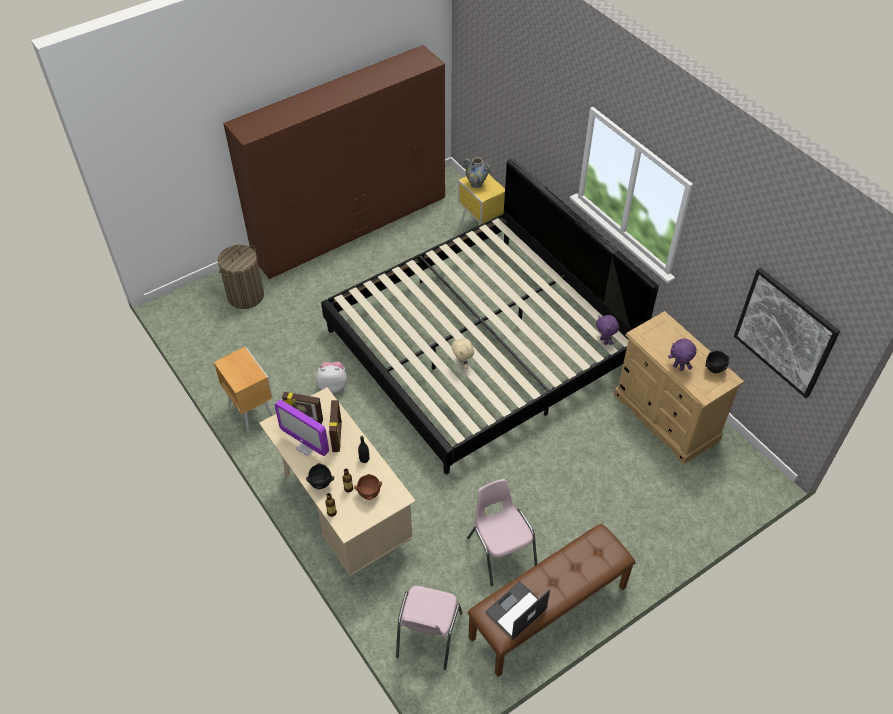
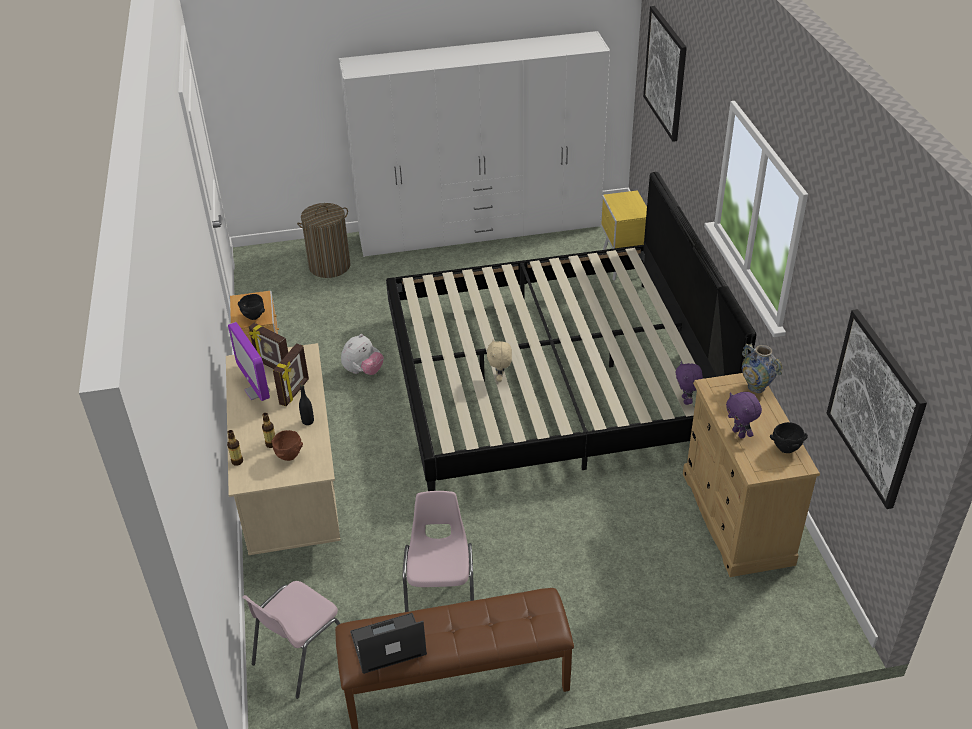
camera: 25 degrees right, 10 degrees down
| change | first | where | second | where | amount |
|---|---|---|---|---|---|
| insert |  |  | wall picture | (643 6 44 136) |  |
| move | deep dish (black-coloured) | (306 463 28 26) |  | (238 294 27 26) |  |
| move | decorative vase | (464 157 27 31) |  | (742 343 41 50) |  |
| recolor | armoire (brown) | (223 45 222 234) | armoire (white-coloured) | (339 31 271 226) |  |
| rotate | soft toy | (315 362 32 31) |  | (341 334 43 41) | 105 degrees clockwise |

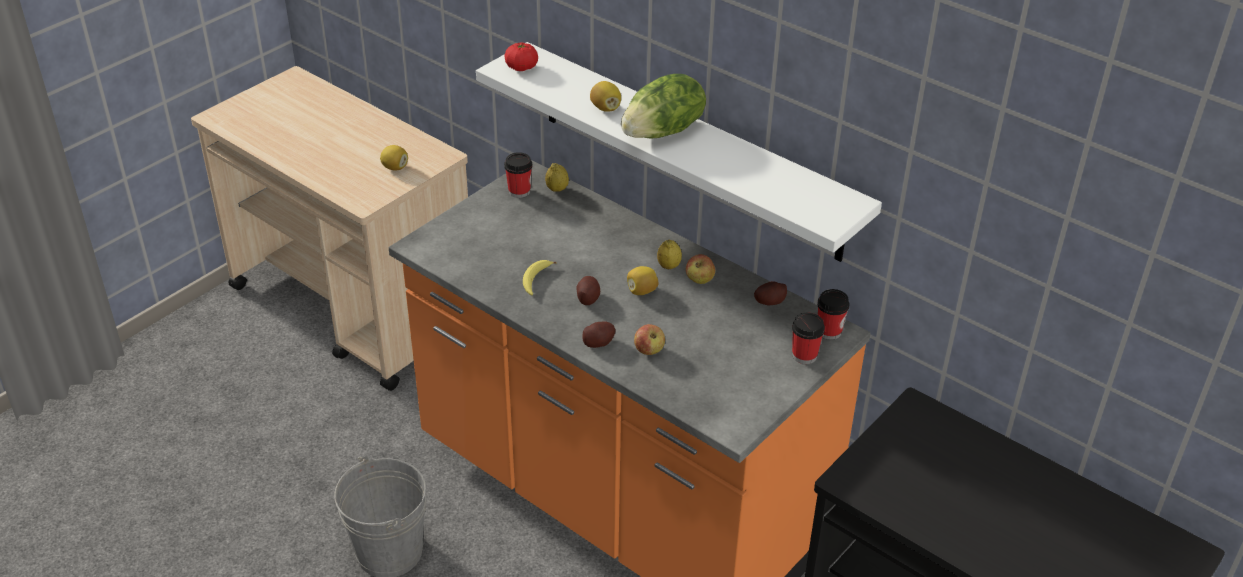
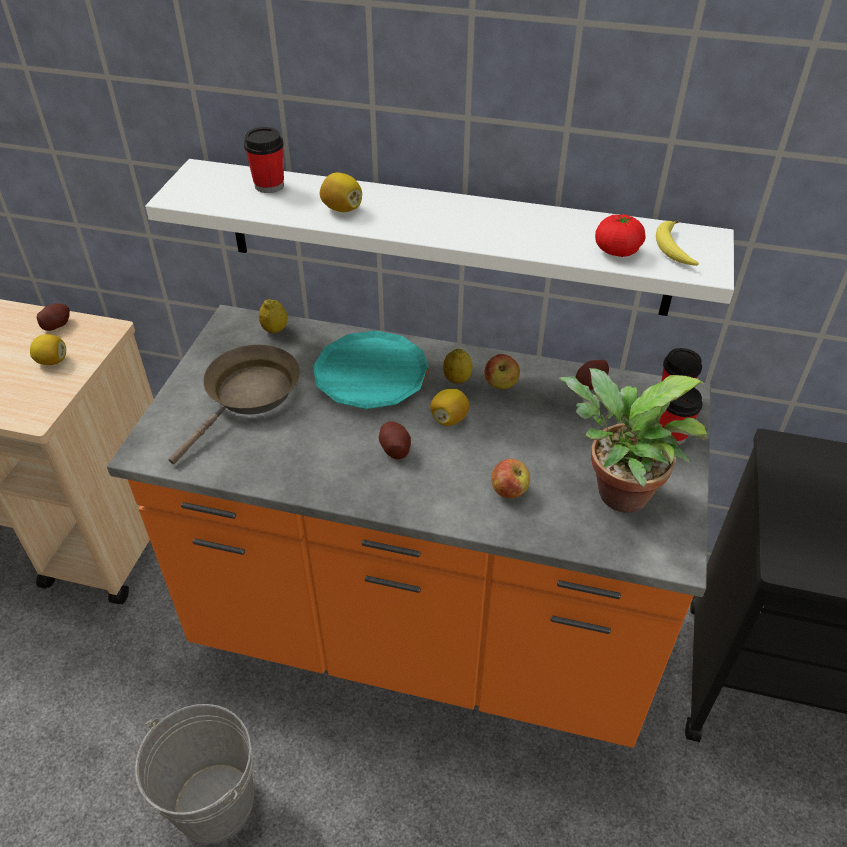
camera: 25 degrees left, 5 degrees up
| change | first | where | second | where | amount |
|---|---|---|---|---|---|
| delete | head of lettuce | (621 74 85 64) |  |  |  |
| insert |  |  | skillet (brown) | (168 345 132 120) |  |
| insert |  |  | flat dish (turquoise) | (313 330 116 79) |  |
| insert |  |  | potted plant | (559 368 149 145) |  |
| move | fresh tomato | (504 42 34 29) |  | (595 214 50 43) |  |
| move | small cup | (504 152 29 46) |  | (244 127 40 66) |  |
| move | whole banana | (523 260 33 35) |  | (656 220 43 46) |  |
| move | spud | (582 322 34 26) |  | (37 303 33 28) |  |

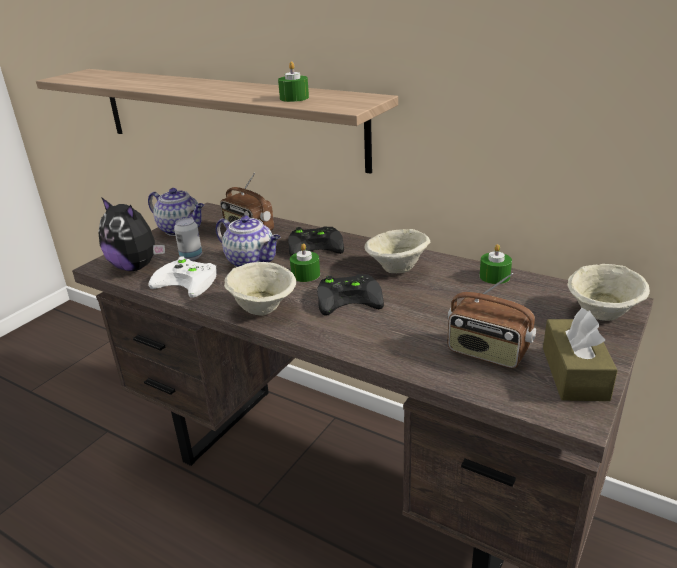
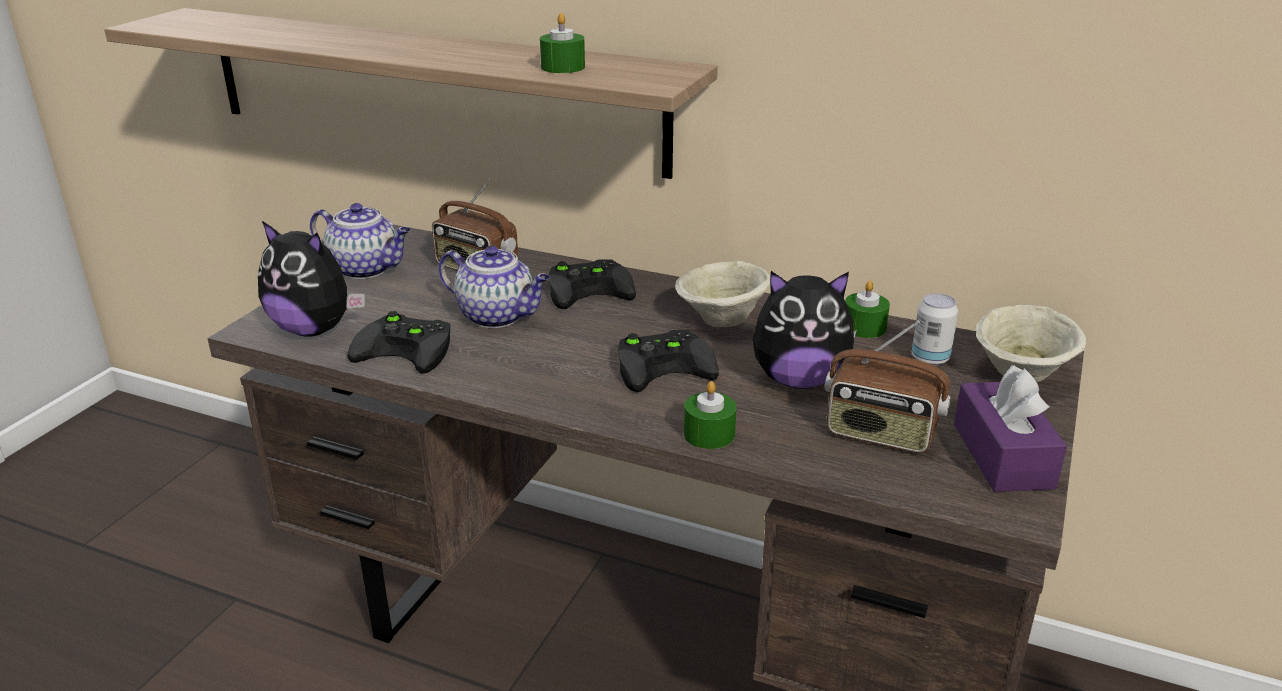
camera: 10 degrees left, 0 degrees up
| change | first | where | second | where | amount |
|---|---|---|---|---|---|
| delete | deep dish (sand-coloured) | (224 262 72 54) |  |  |  |
| insert |  |  | soft toy | (753 271 104 118) |  |
| move | sealed can | (174 218 28 43) |  | (912 293 46 73) |  |
| move | wax candle (greenish) | (290 243 30 39) |  | (684 381 53 68) |  |
| recolor | game controller (white-coloured) | (149 257 67 41) | game controller (black-coloured) | (348 311 102 63) |  |
| recolor | tissue holder (brown) | (543 308 75 93) | tissue holder (purple) | (954 365 113 127) |  |

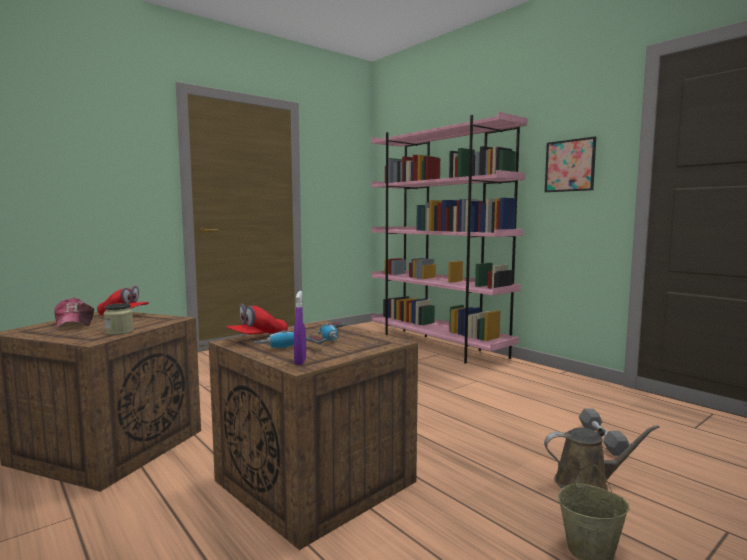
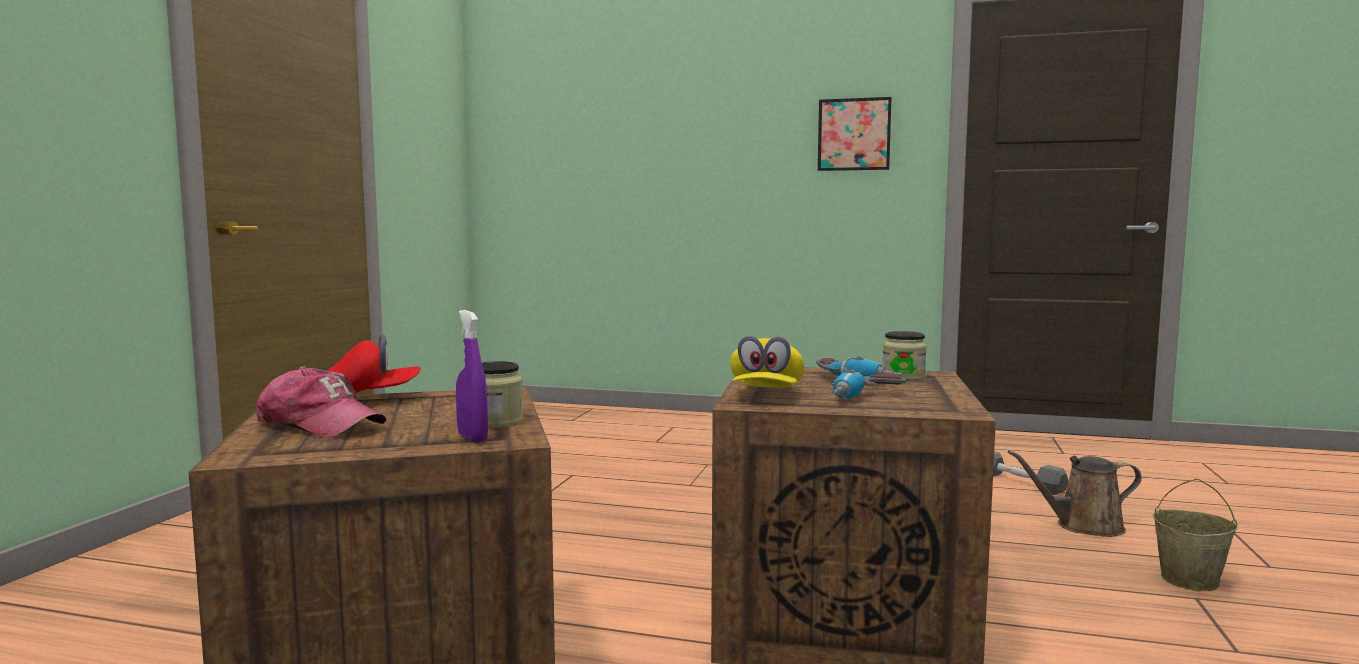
camera: 35 degrees left, 0 degrees up
| change | first | where | second | where | amount |
|---|---|---|---|---|---|
| delete | shelving unit (pink-coloured) | (371 112 157 252) |  |  |  |
| insert |  |  | storage jar | (883 331 44 50) |  |
| move | hand sprayer (purple) | (294 291 12 74) |  | (456 310 32 133) |  |
| recolor | baseball cap (reddish) | (226 304 62 30) | baseball cap (yellowish) | (730 336 74 52) |  |
| rotate | watering can (brown) | (544 425 115 66) |  | (1008 450 134 87) | 150 degrees counterclockwise |

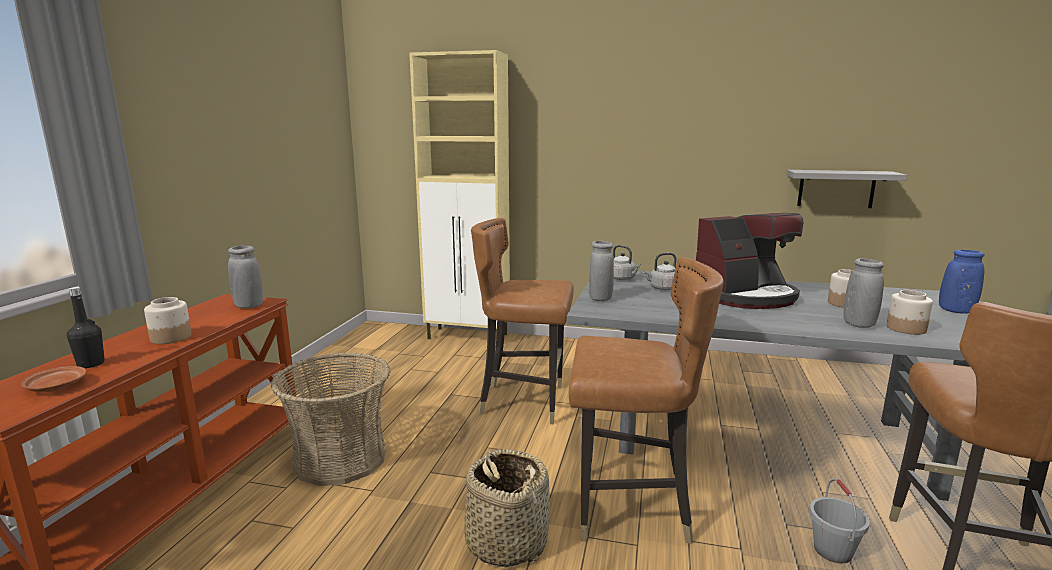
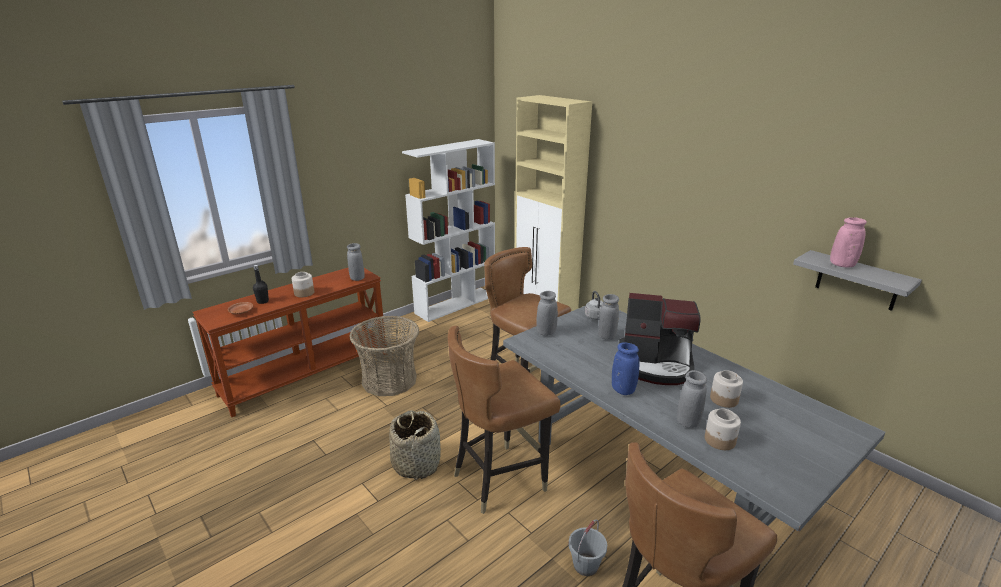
camera: 35 degrees right, 10 degrees up
| change | first | where | second | where | amount |
|---|---|---|---|---|---|
| insert |  |  | shelving unit (white-coloured) | (402 139 93 183) |  |
| insert |  |  | decorative vase (pink-coloured) | (830 217 37 50) |  |
| move | decorative vase (blue) | (939 250 46 64) |  | (612 342 28 53) |  |
| replace | tea kettle (greyish) | (643 253 33 37) | decorative vase (greyish) | (598 294 21 46) |  |
| rotate | plain chair (brown) | (569 257 154 287) |  | (448 326 113 188) | 105 degrees clockwise |

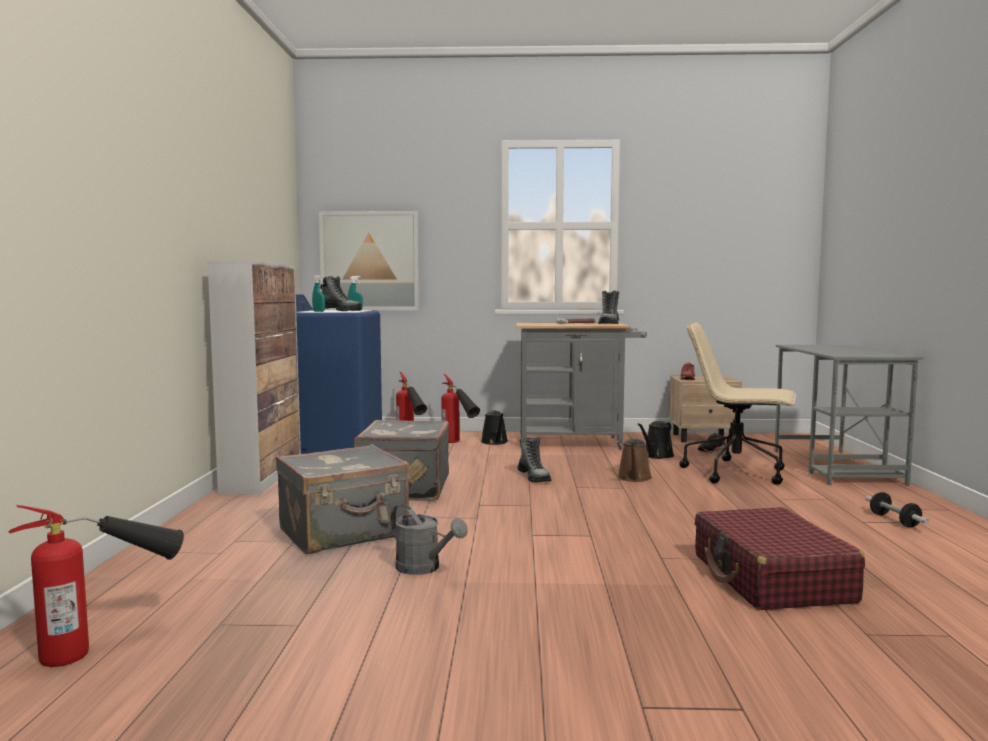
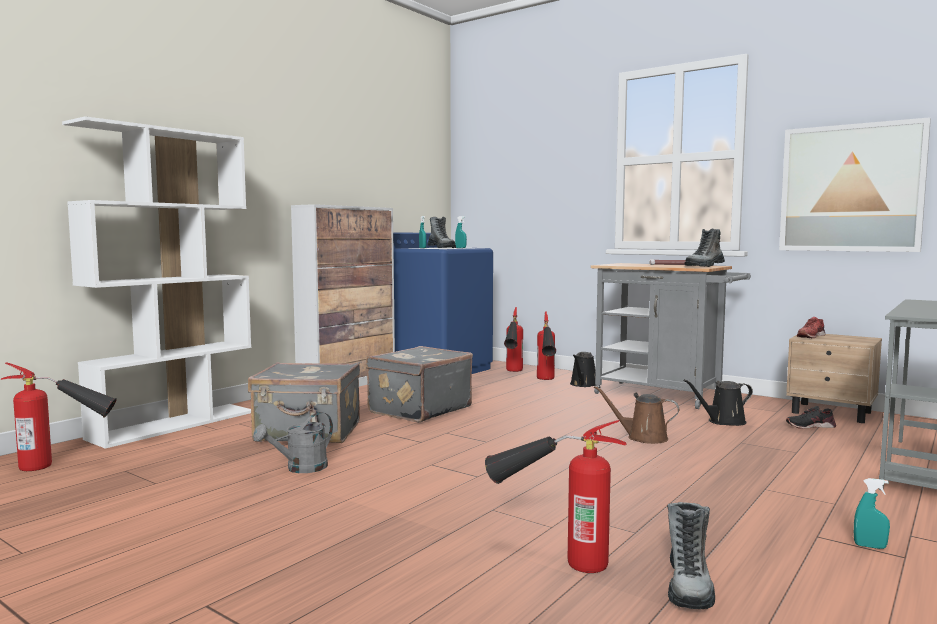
camera: 35 degrees right, 0 degrees up
| change | first | where | second | where | amount |
|---|---|---|---|---|---|
| delete | desk chair (sand-coloured) | (679 323 117 162) |  |  |  |
| insert |  |  | shelving unit (white-coloured) | (62 116 189 333) |  |
| move | wall picture | (319 211 100 99) |  | (779 117 152 135) |  |
| move | high-top boot | (518 437 33 46) |  | (667 502 48 107) |  |
| replace | suitcase (reddish) | (695 507 170 103) | fire-fighting cylinder | (485 420 141 153) |  |
| replace | dumbbell | (865 492 64 35) | hand sprayer (turquoise) | (854 478 36 71) |  |
| rotate | watering can (greyish) | (391 504 77 71) |  | (253 412 80 61) | 60 degrees clockwise |
| rotate | watering can (brown) | (617 438 35 44) |  | (594 386 86 58) | 60 degrees clockwise |

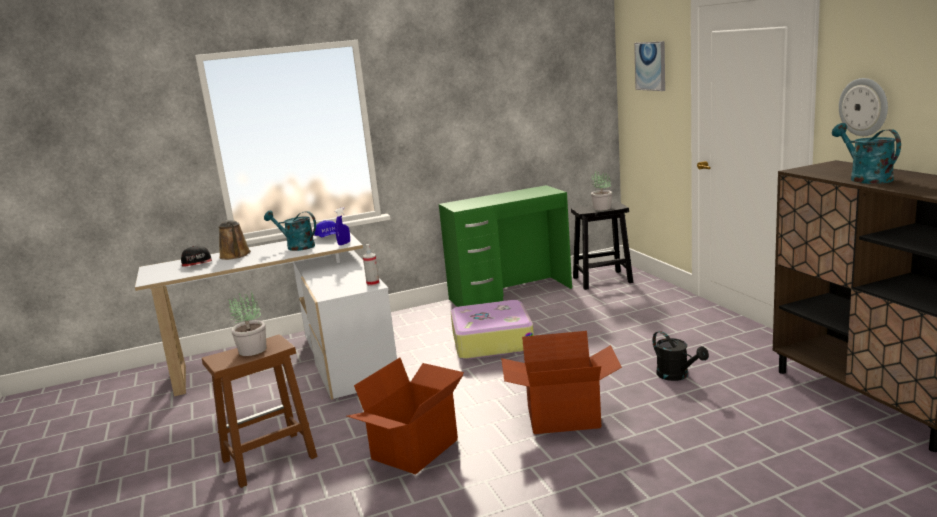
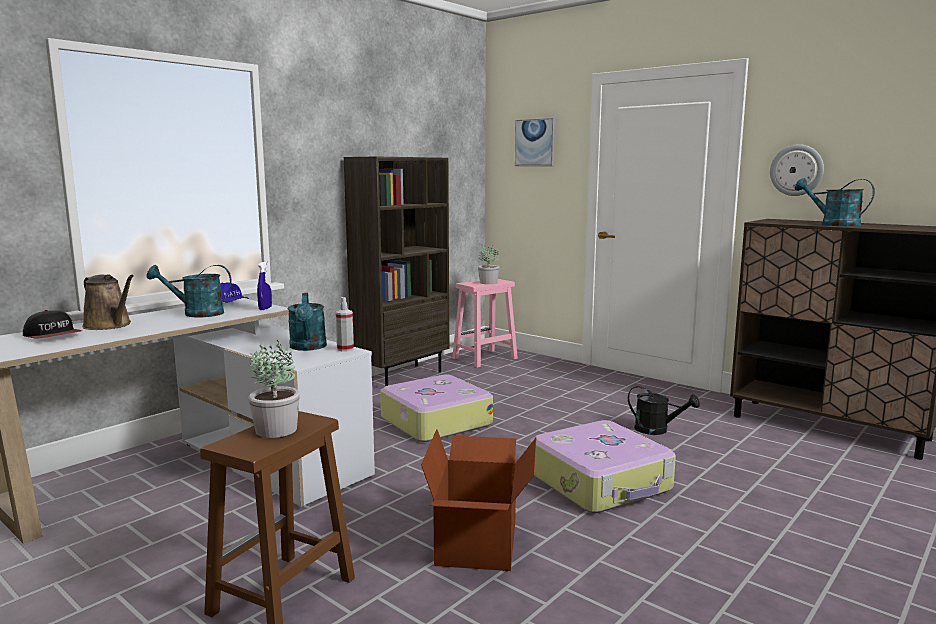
camera: 30 degrees left, 5 degrees down
| change | first | where | second | where | amount |
|---|---|---|---|---|---|
| insert |  |  | watering can (turquoise) | (288 293 39 58) |  |
| replace | desk (greenish) | (439 185 133 122) | shelving unit (brown) | (344 157 105 229) |  |
| replace | cardboard box | (501 331 121 103) | suitcase | (530 420 146 93) |  |
| recolor | stool seat (black-coloured) | (571 202 62 88) | stool seat (pink-coloured) | (452 279 66 89) |  |

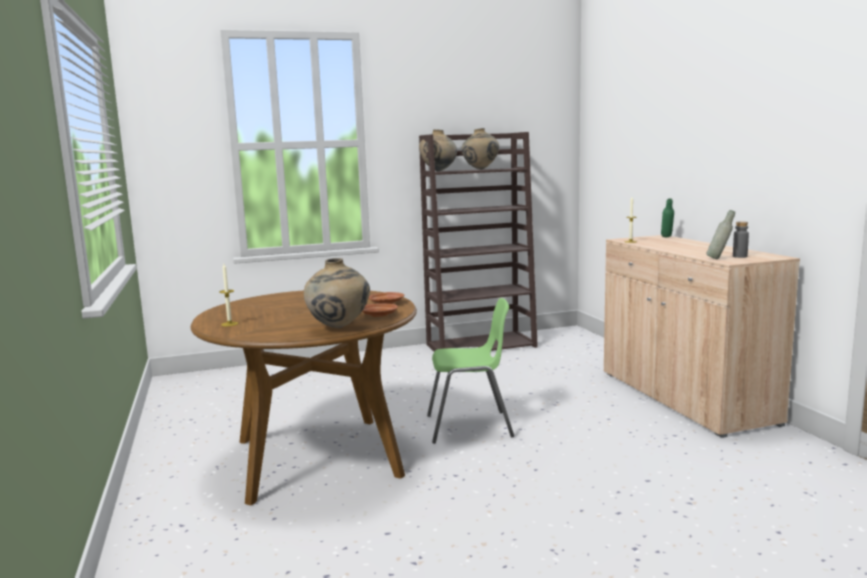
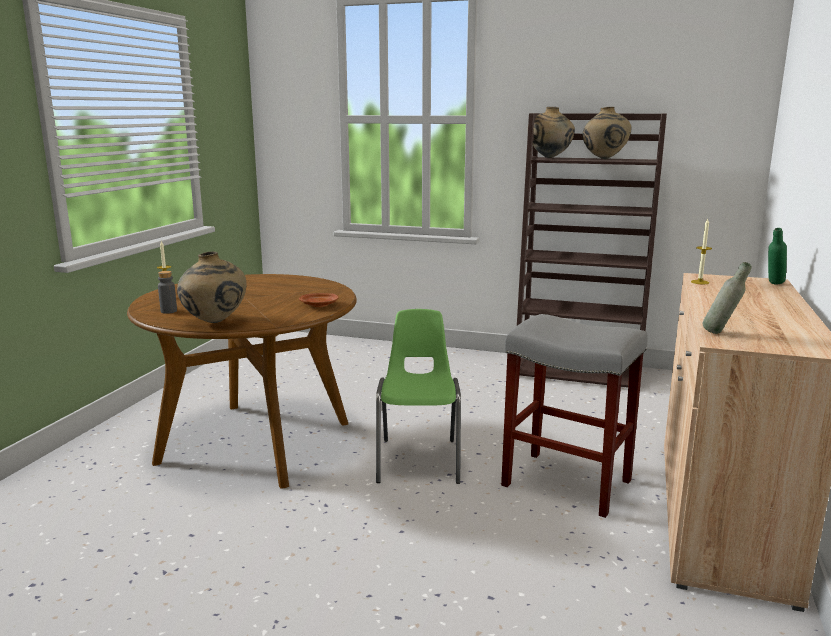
camera: 35 degrees right, 5 degrees up
| change | first | where | second | where | amount |
|---|---|---|---|---|---|
| delete | flat dish (brown) | (362 303 36 14) |  |  |  |
| insert |  |  | stool seat (greyish) | (501 314 147 204) |  |
| move | bottle (greyish) | (733 221 16 37) |  | (158 271 19 43) |  |
| rotate | plain chair (greenish) | (427 298 87 146) |  | (376 309 85 175) | 120 degrees counterclockwise |

